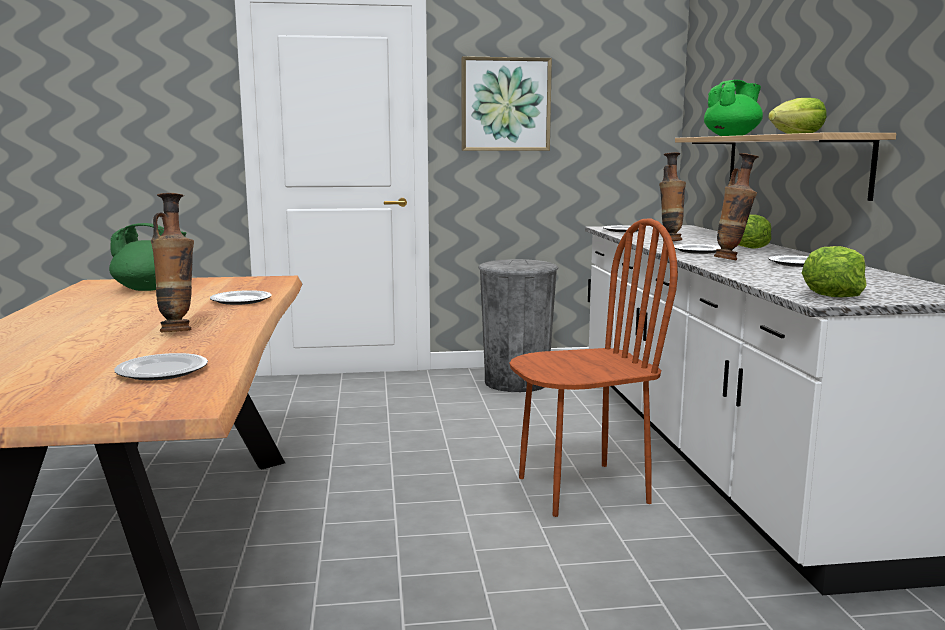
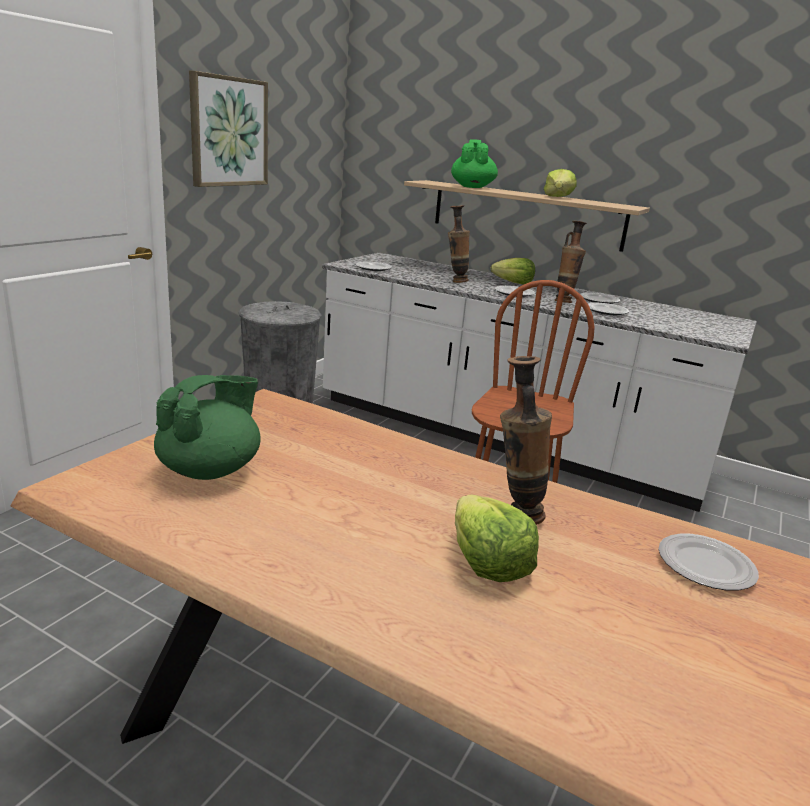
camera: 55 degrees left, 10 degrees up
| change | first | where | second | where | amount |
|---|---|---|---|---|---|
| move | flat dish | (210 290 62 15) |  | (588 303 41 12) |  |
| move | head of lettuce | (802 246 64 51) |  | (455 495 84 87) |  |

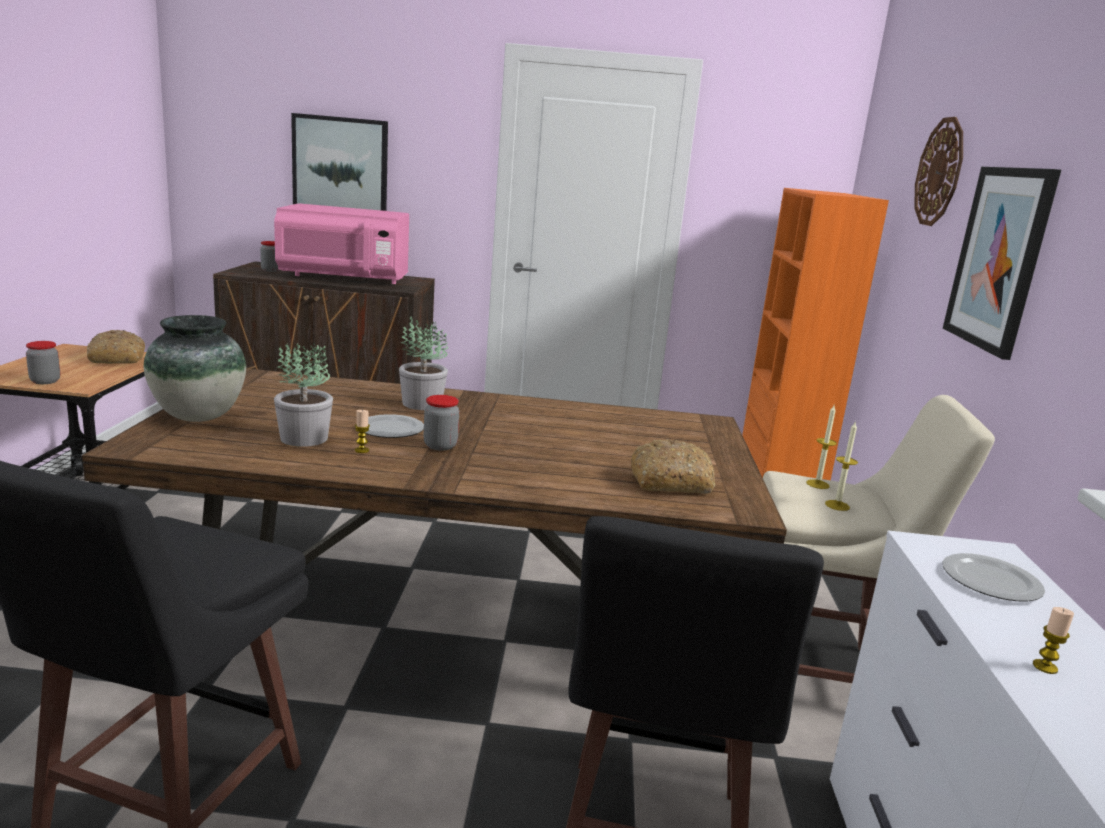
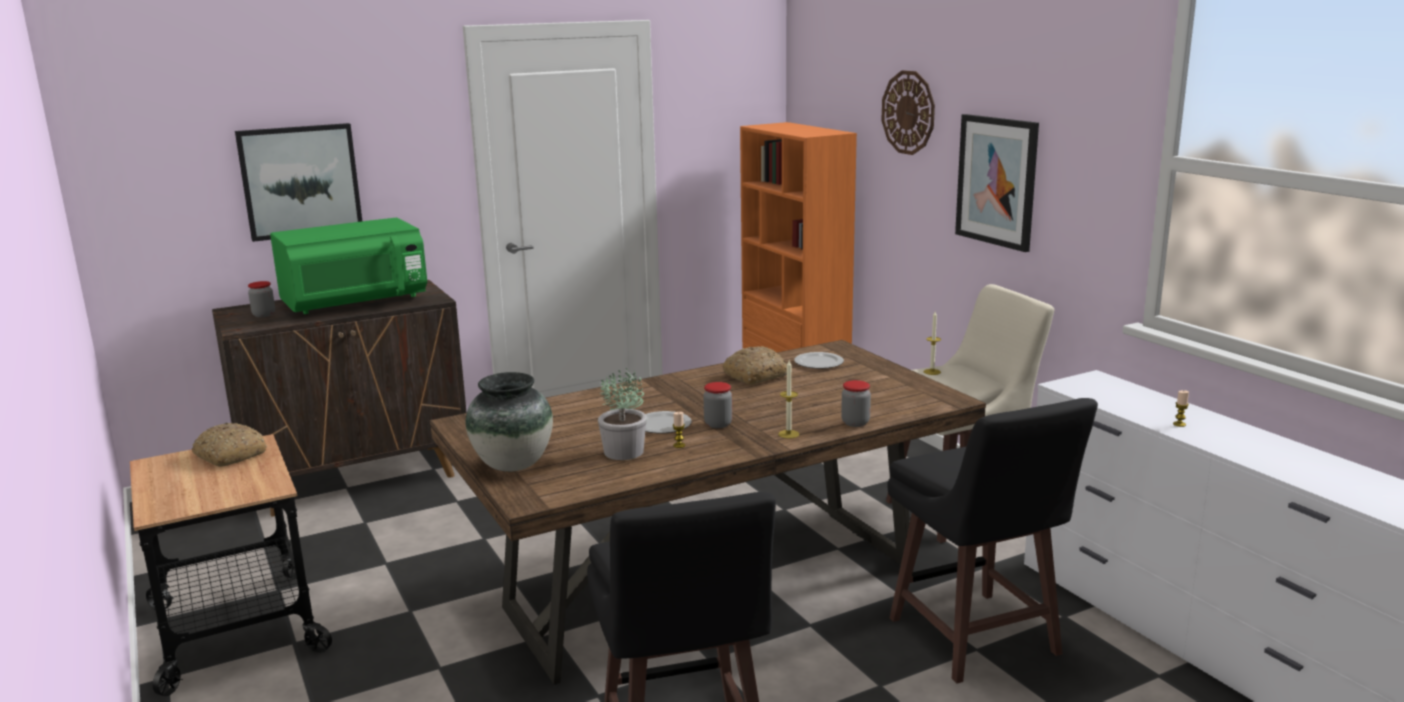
camera: 30 degrees left, 0 degrees up
| change | first | where | second | where | amount |
|---|---|---|---|---|---|
| delete | potted plant | (399 316 50 94) |  |  |  |
| move | storage jar | (26 341 34 43) |  | (841 380 30 47) |  |
| move | bread | (631 439 84 55) |  | (722 346 65 39) |  |
| move | wax candle | (825 421 33 90) |  | (778 360 21 79) |  |
| move | flat dish | (943 553 102 49) |  | (794 352 50 17) |  |
| recolor | microwave oven (pink-coloured) | (274 203 135 81) | microwave oven (greenish) | (270 218 157 96) |  |

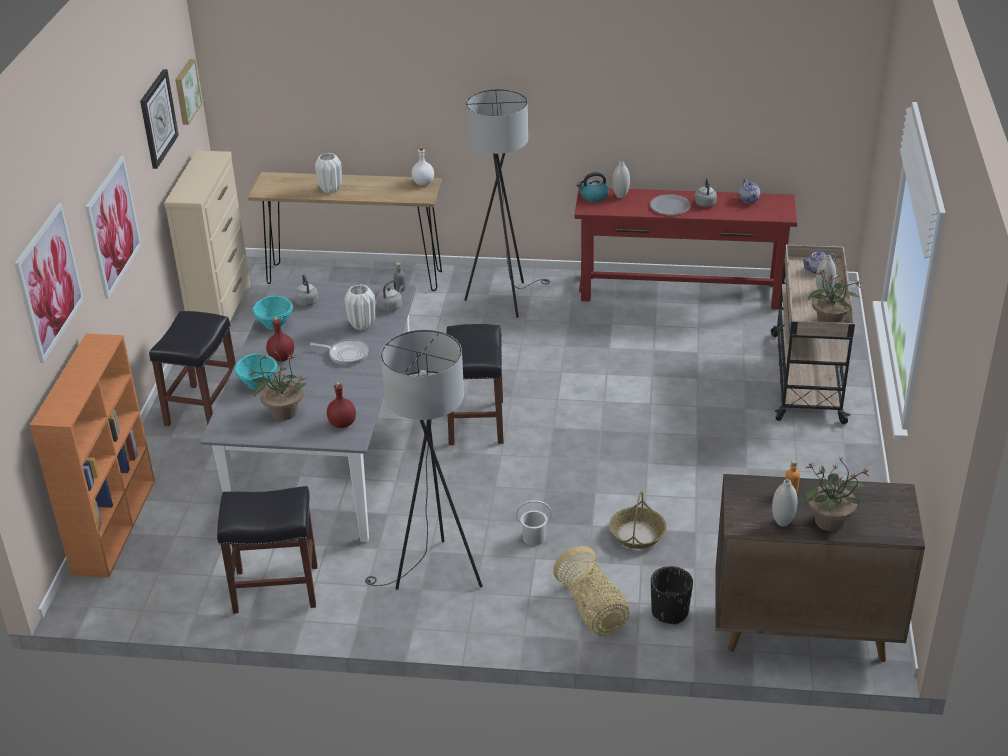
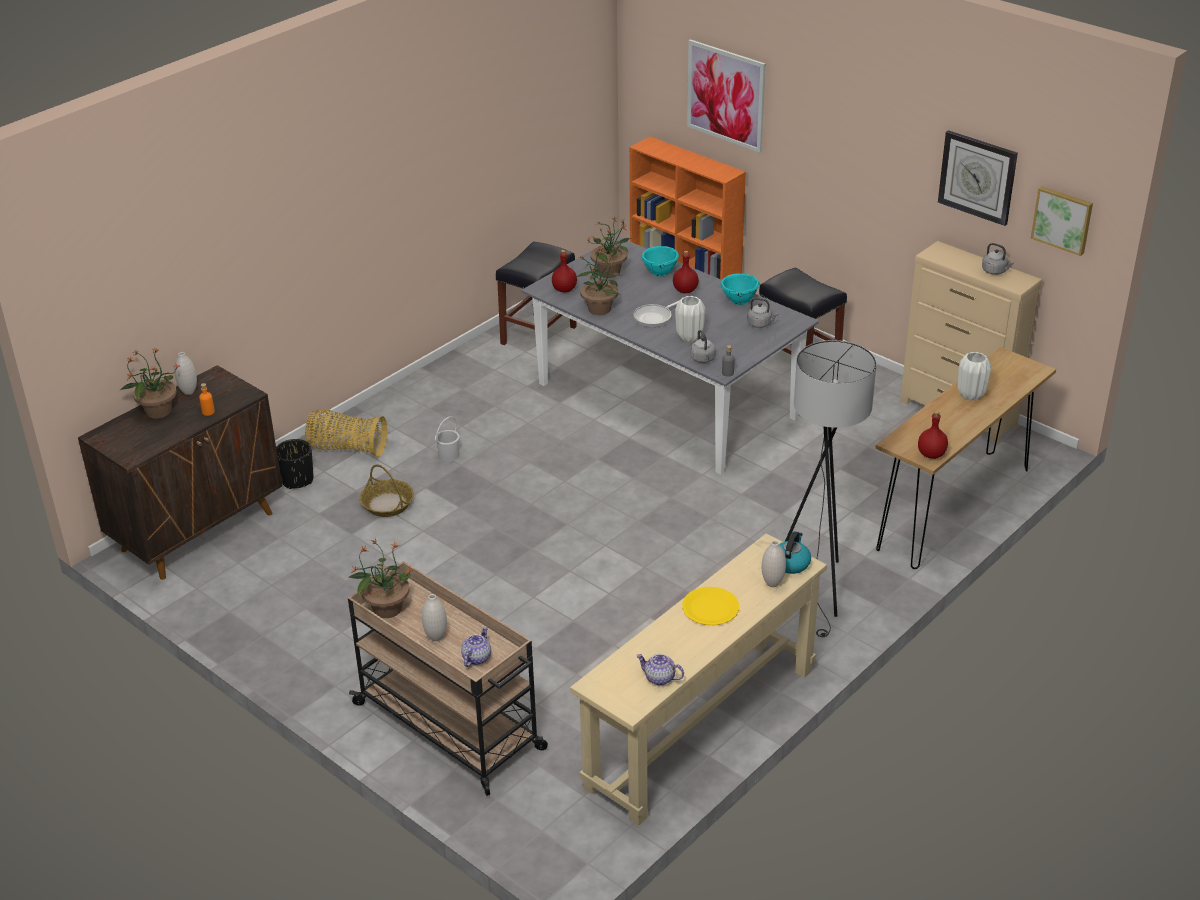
camera: 125 degrees right, 0 degrees up
| change | first | where | second | where | amount |
|---|---|---|---|---|---|
| delete | wall picture | (85 156 57 143) |  |  |  |
| delete | standing lamp (greyish) | (365 330 118 260) |  |  |  |
| delete | stool seat (black-coloured) | (446 324 58 121) |  |  |  |
| insert |  |  | potted plant | (576 249 44 66) |  |
| move | tea kettle (greyish) | (695 178 22 29) |  | (982 243 32 32) |  |
| recolor | bottle (white-coloured) | (411 146 23 39) | bottle (reddish) | (918 411 30 48) |  |
| recolor | console table (reddish) | (575 188 223 122) | console table (sand-coloured) | (570 533 257 292) |  |
| recolor | flat dish (greyish) | (650 194 41 21) | flat dish (yellowish) | (682 587 57 38) |  |

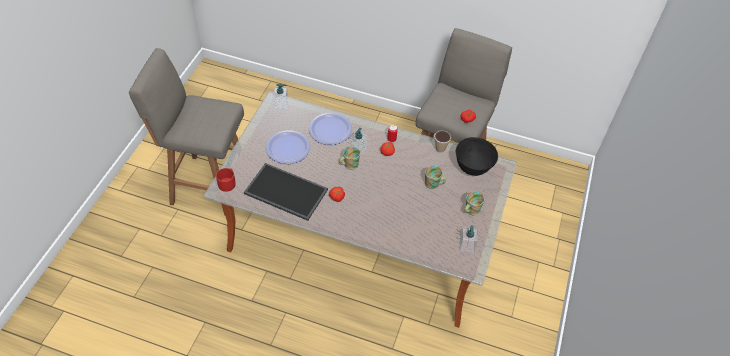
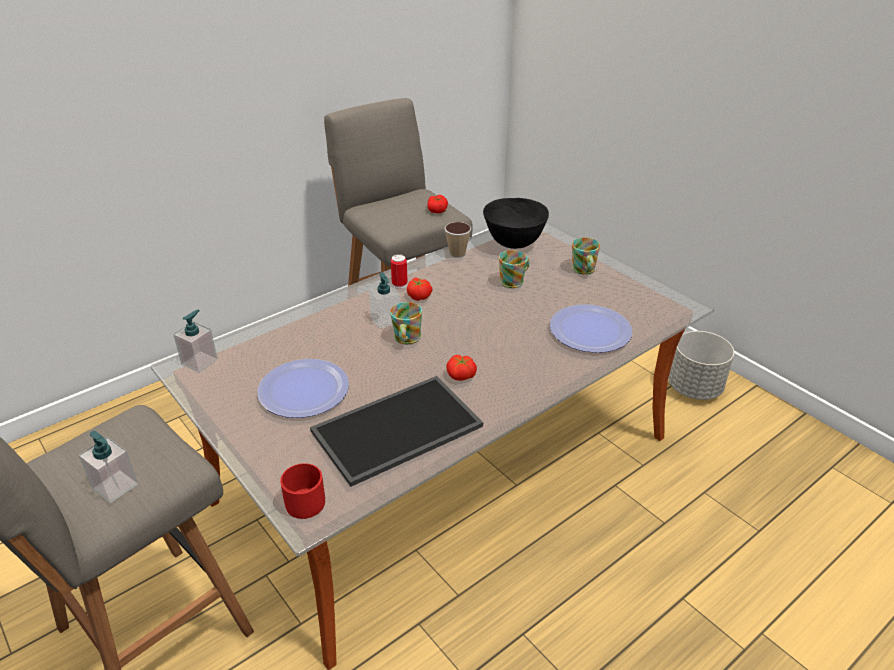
camera: 55 degrees left, 15 degrees down
| change | first | where | second | where | amount |
|---|---|---|---|---|---|
| insert |  |  | plant pot (greyish) | (668 331 66 69) |  |
| move | flat dish | (309 113 43 32) |  | (550 304 82 49) |  |
| move | soap bottle | (460 225 18 28) |  | (79 431 59 72) |  |

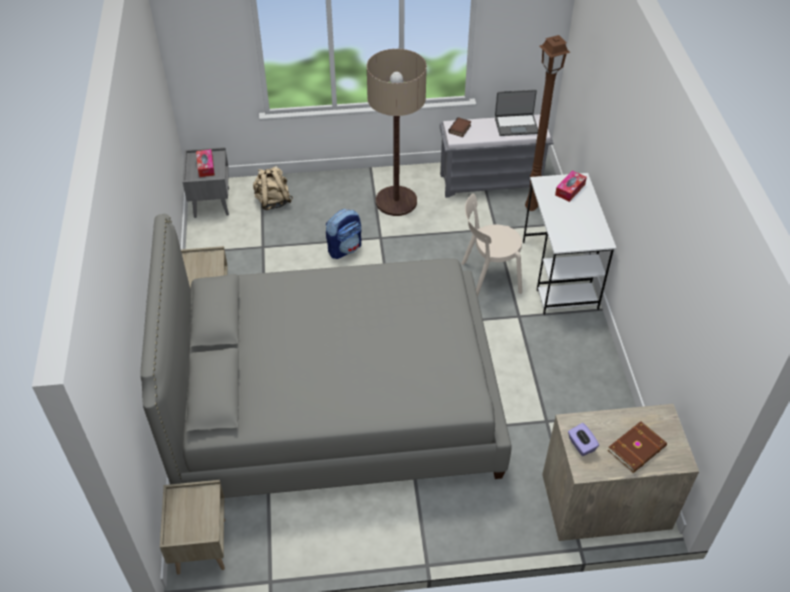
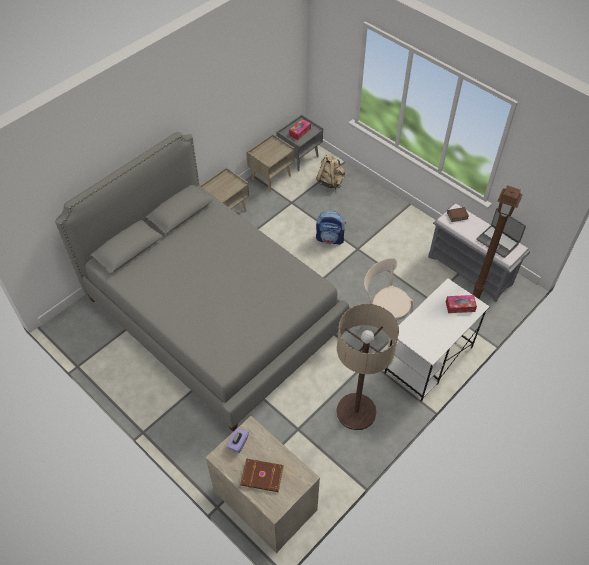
camera: 50 degrees right, 5 degrees up
| change | first | where | second | where | amount |
|---|---|---|---|---|---|
| move | nightstand (sand-coloured) | (160 480 65 95) |  | (246 134 49 58) |  |
| move | standing lamp | (367 49 60 167) |  | (336 304 63 126) |  |

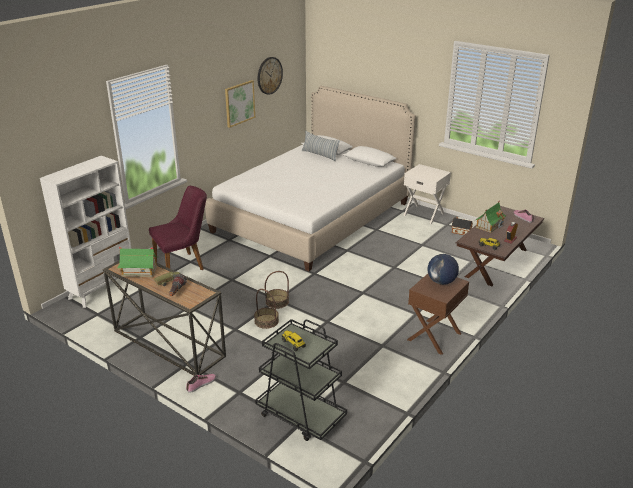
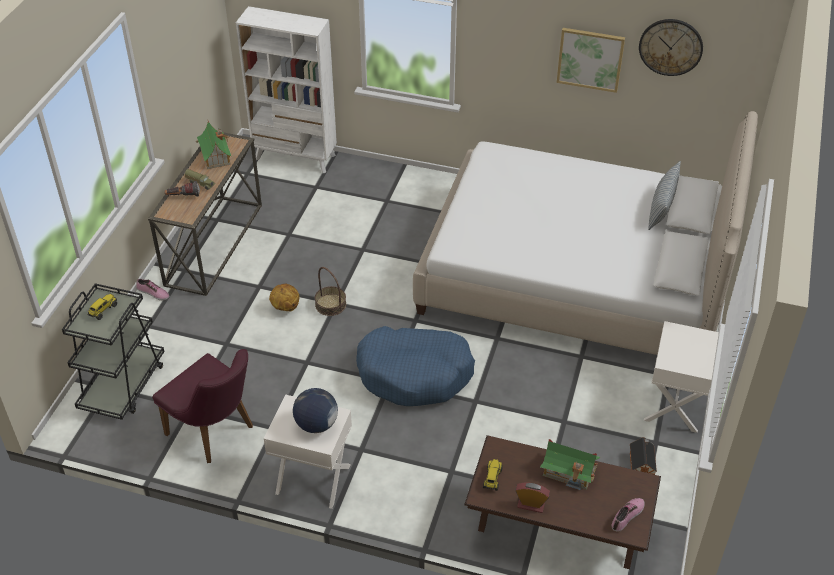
camera: 70 degrees right, 15 degrees up
| change | first | where | second | where | amount |
|---|---|---|---|---|---|
| insert |  |  | pet bed (blue) | (356 326 119 80) |  |
| move | plain chair (purple) | (149 186 58 84) |  | (152 349 101 114) |  |
| replace | storage basket | (254 289 25 40) | basketball | (269 284 31 27) |  |
| recolor | nightstand (brown) | (407 274 62 81) | nightstand (white-coloured) | (264 395 88 114) |  |

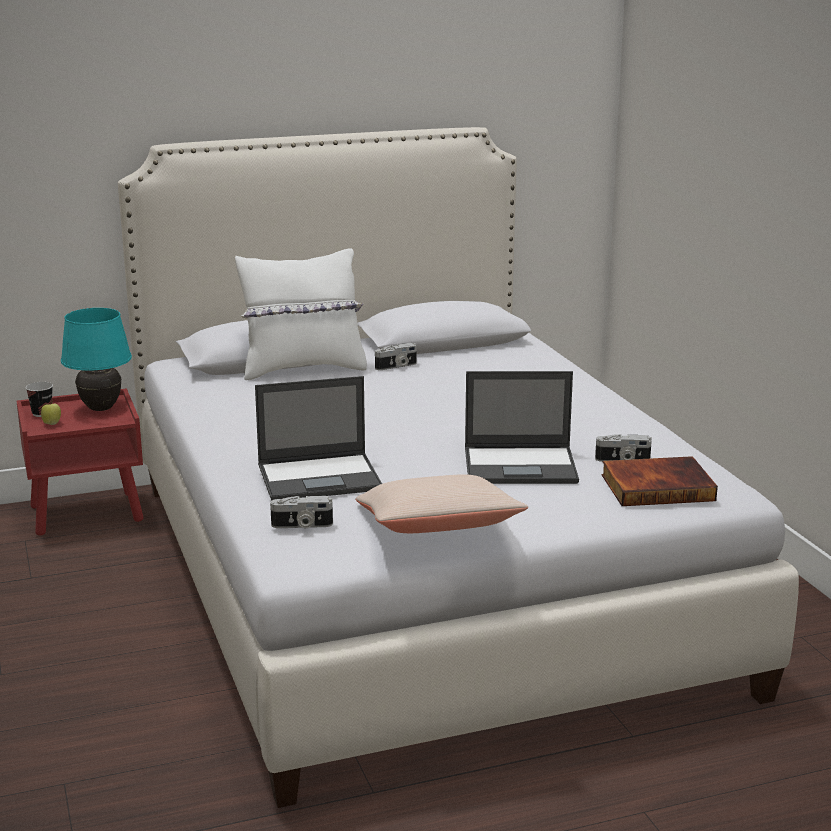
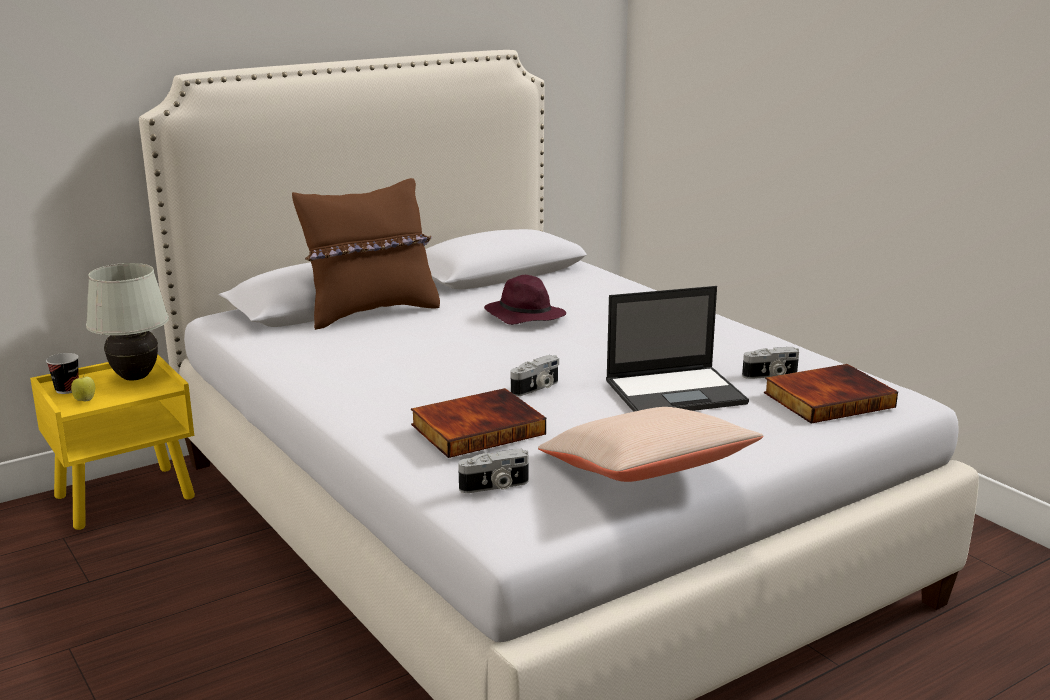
camera: 15 degrees left, 0 degrees up
| change | first | where | second | where | amount |
|---|---|---|---|---|---|
| insert |  |  | hat (purple) | (484 275 82 50) |  |
| move | photo camera | (375 343 42 27) |  | (511 355 48 41) |  |
| replace | notebook computer | (255 376 127 125) | bound book | (411 388 135 70) |  |
| recolor | nightstand (reddish) | (17 388 127 147) | nightstand (yellowish) | (30 354 165 176) |  |
| recolor | lamp for a table (turquoise) | (61 308 71 103) | lamp for a table (white-coloured) | (86 263 83 118) |  |
| recolor | cushion (white-coloured) | (235 248 132 132) | cushion (brown) | (292 178 148 152) |  |

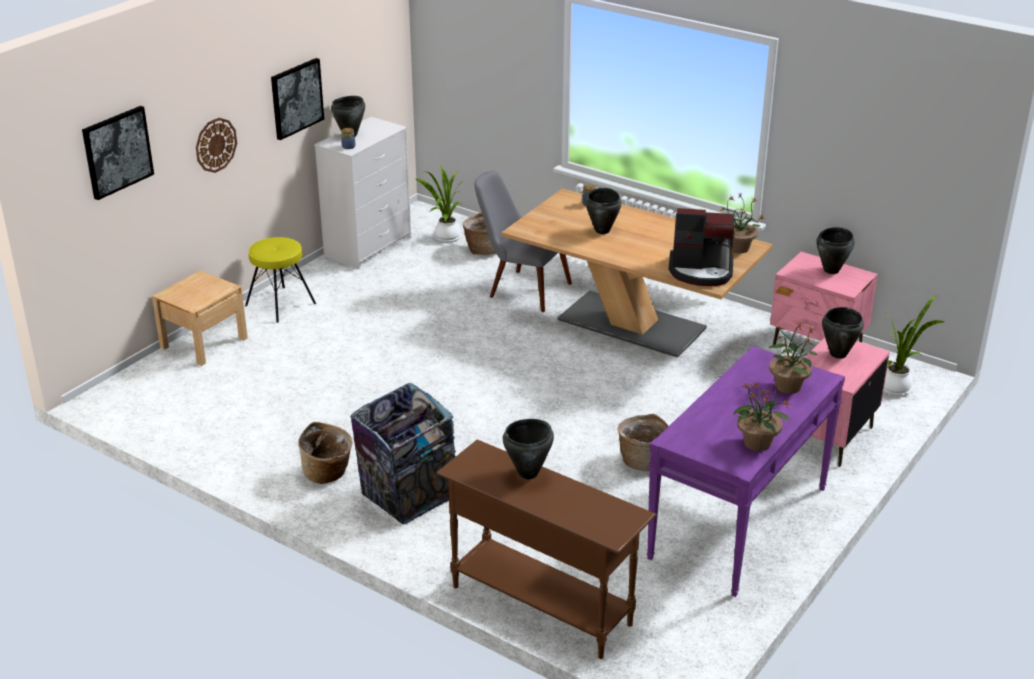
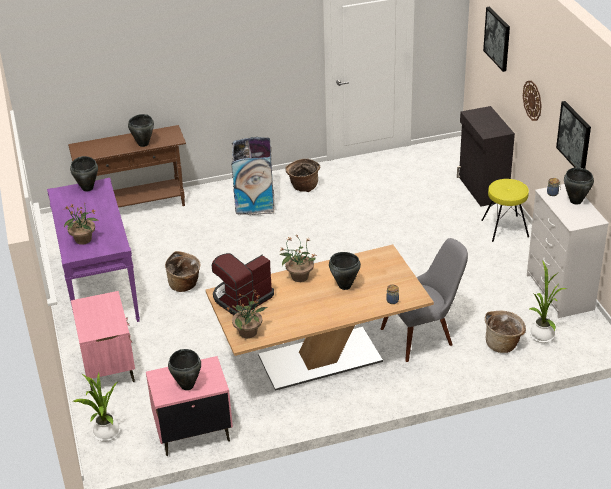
camera: 130 degrees right, 5 degrees up
| change | first | where | second | where | amount |
|---|---|---|---|---|---|
| move | potted plant | (733 382 57 69) |  | (279 234 38 48) |  |
| move | stockpot (black-coloured) | (822 307 42 52) |  | (70 156 28 35) |  |
| replace | nightstand (sand-coloured) | (152 270 96 96) | cupboard (black-coloured) | (457 106 58 101) |  |

